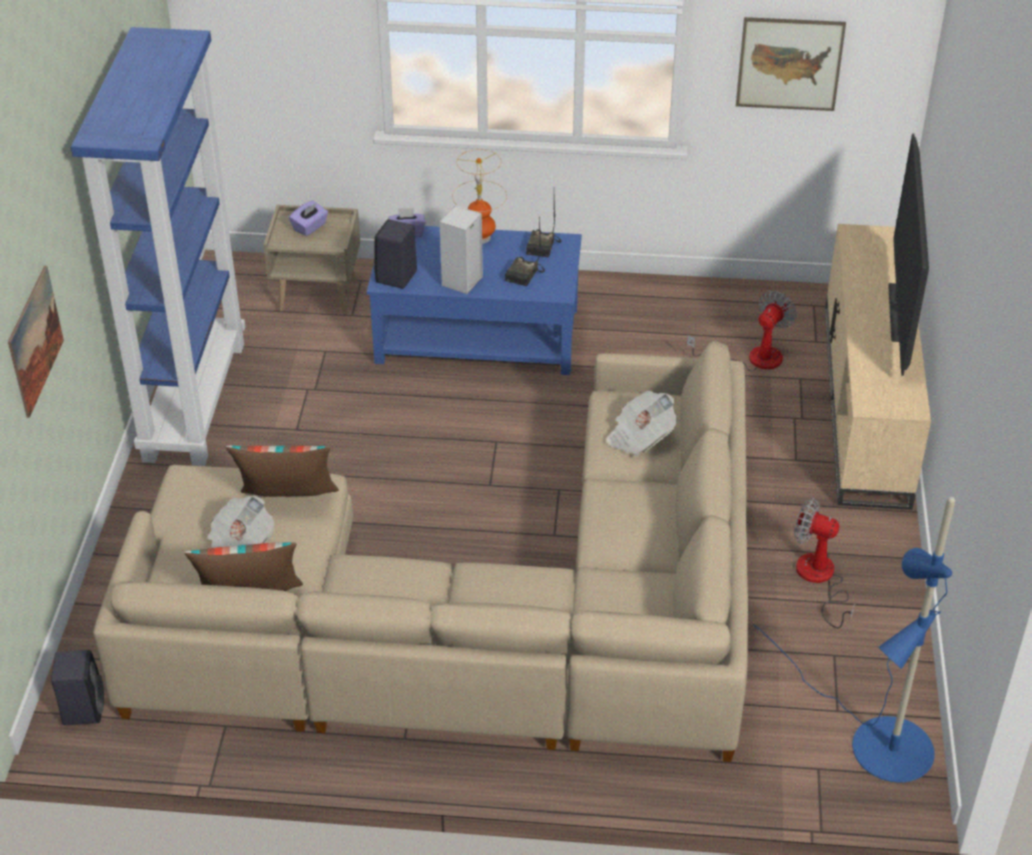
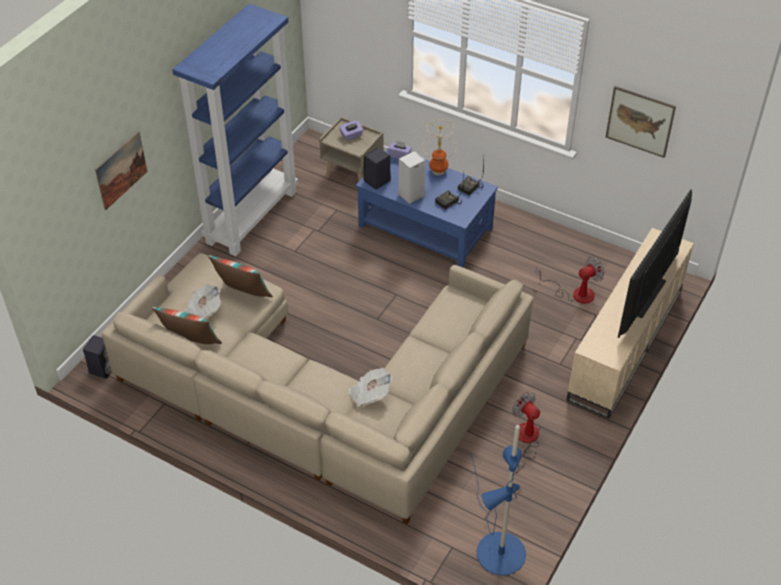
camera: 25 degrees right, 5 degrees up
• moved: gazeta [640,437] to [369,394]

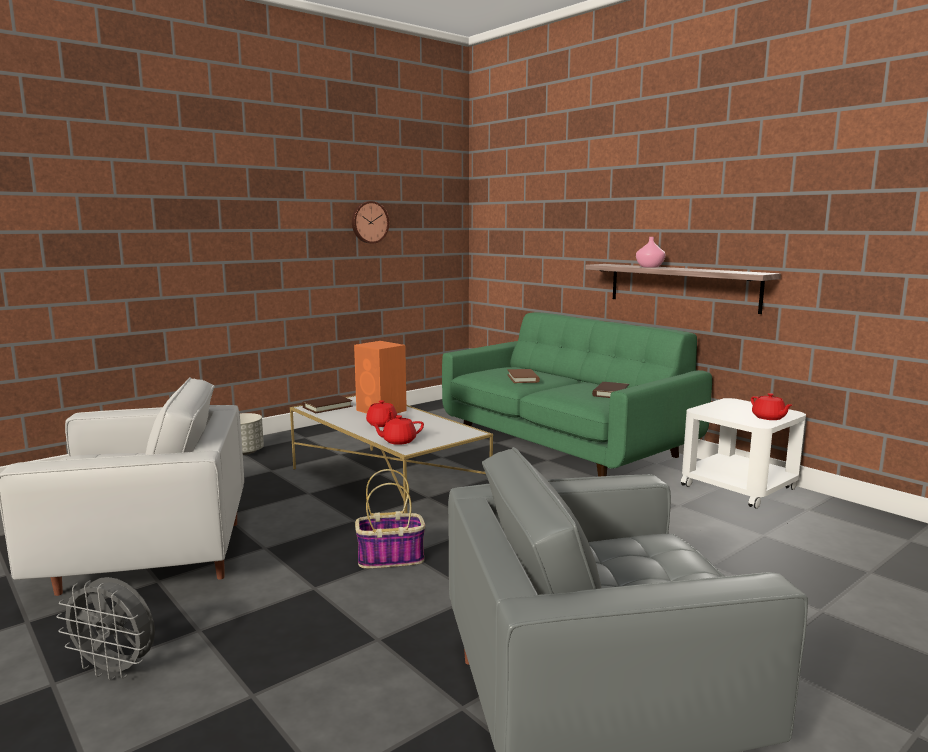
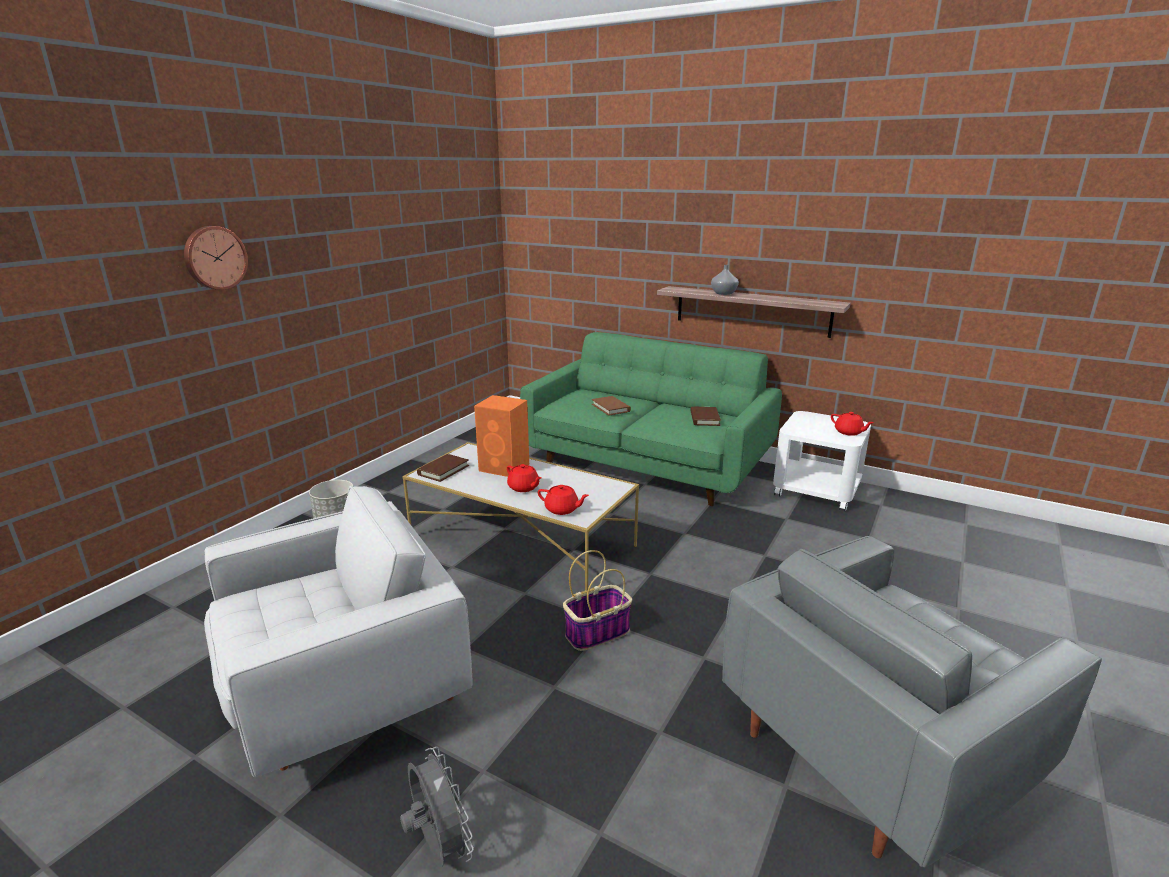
camera: 20 degrees left, 10 degrees up
• moved: zegar ścienny [369,222] to [214,258]
• recoloured: wazon (różowy) [649,267] to wazon (szary) [723,293]
• turned: imbryk (czerwony) [398,441] = [562,509] 120 degrees counterclockwise
• turned: wentylator (szary) [116,670] = [439,847] 120 degrees counterclockwise

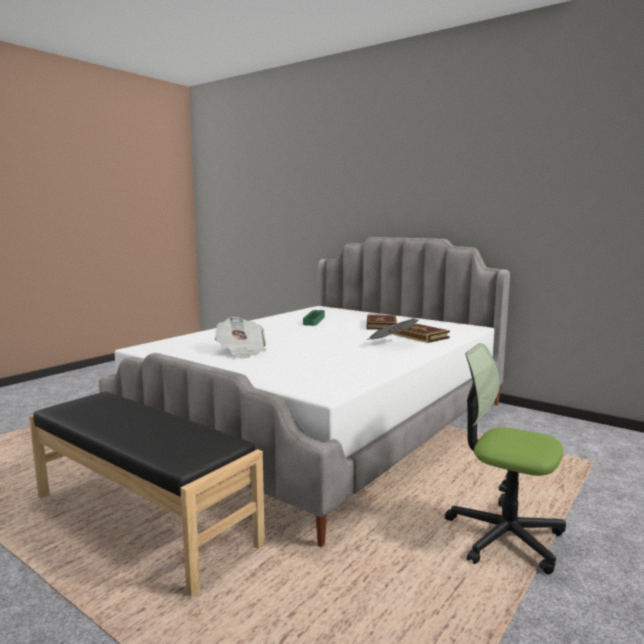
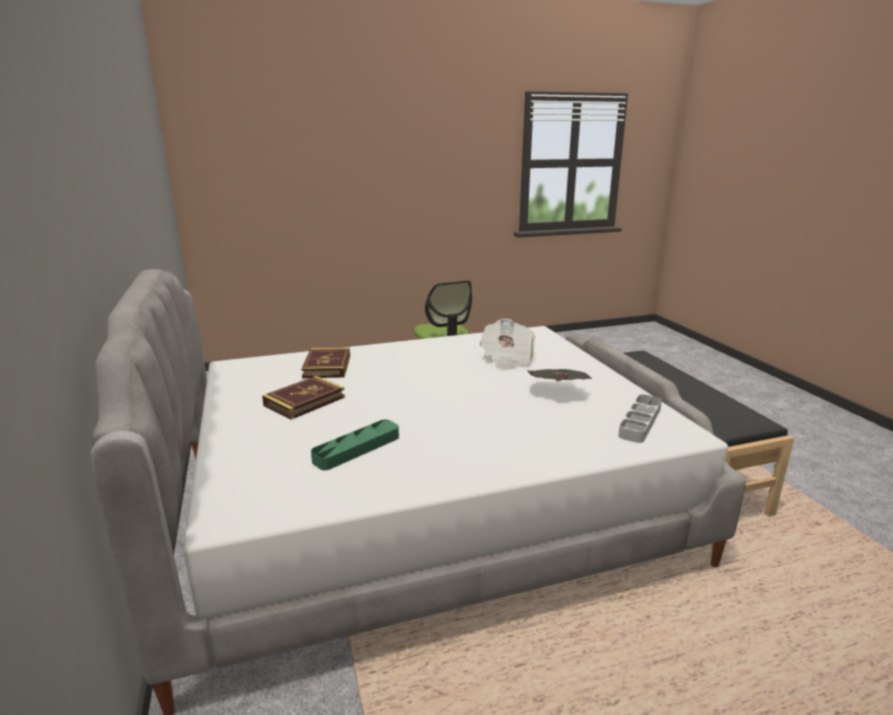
camera: 145 degrees left, 10 degrees up
• moved: gazeta [392,343] to [507,359]
• added: taca (szary) [640,422]

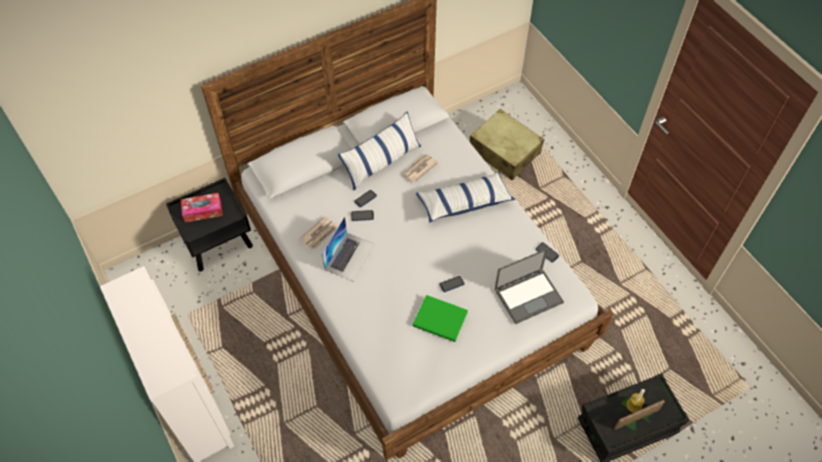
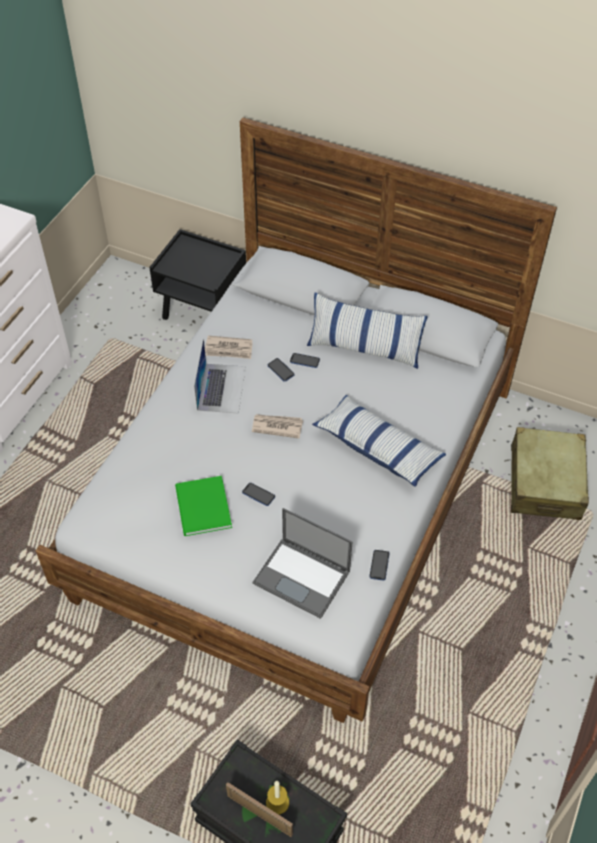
camera: 55 degrees right, 5 degrees down
• moved: gazeta [419,169] to [277,426]
• removed: pudełko chusteczek [203,211]
• turned: laptop [349,256] = [221,388] 75 degrees counterclockwise

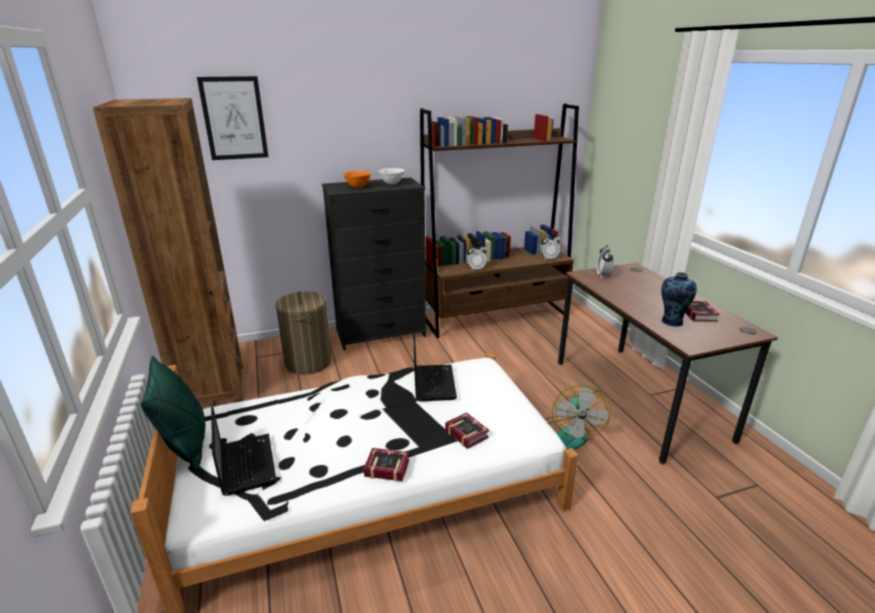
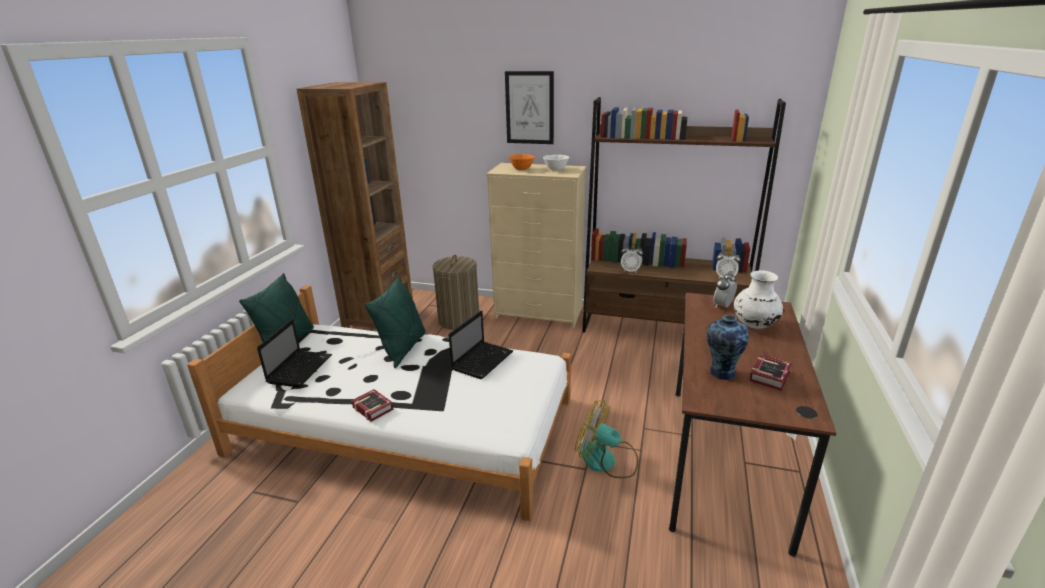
camera: 35 degrees right, 0 degrees up
• moved: obraz [234,118] to [529,108]
• recoloured: komoda (czarny) [381,333] to komoda (beżowy) [539,313]
• turned: wentylator [569,433] = [606,460] 75 degrees clockwise
• removed: książka [466,432]
• added: wazon (biały) [754,325]
• added: poduszka (zielony) [403,349]

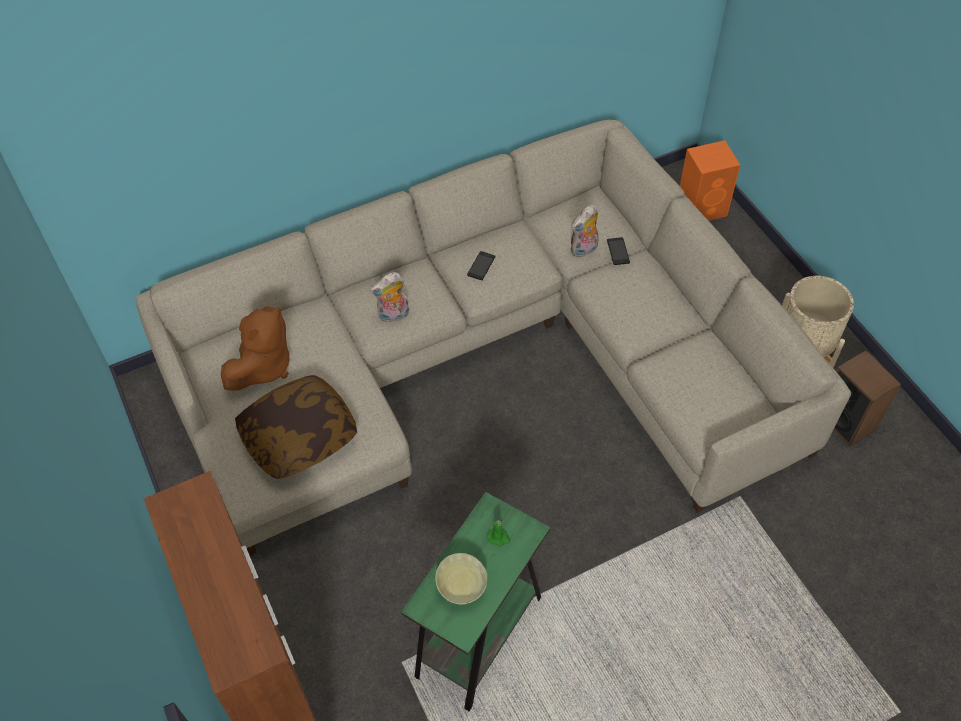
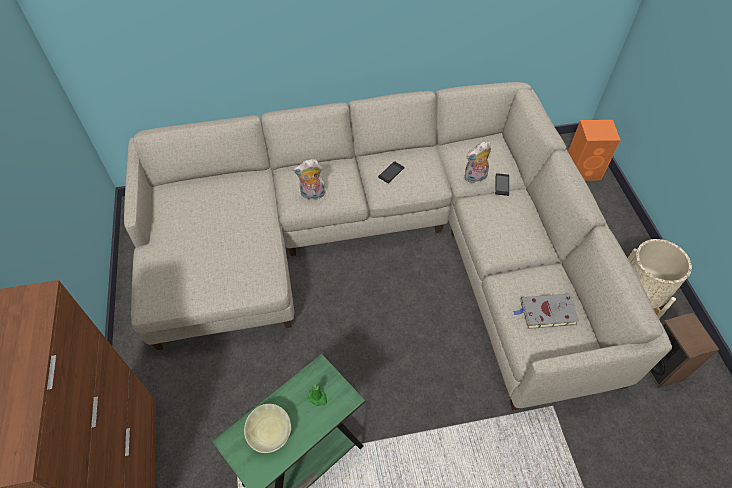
camera: 15 degrees right, 0 degrees up
• removed: pluszak (brązowy) [263,366]
• removed: poduszka [299,436]
• added: książka (szary) [546,313]

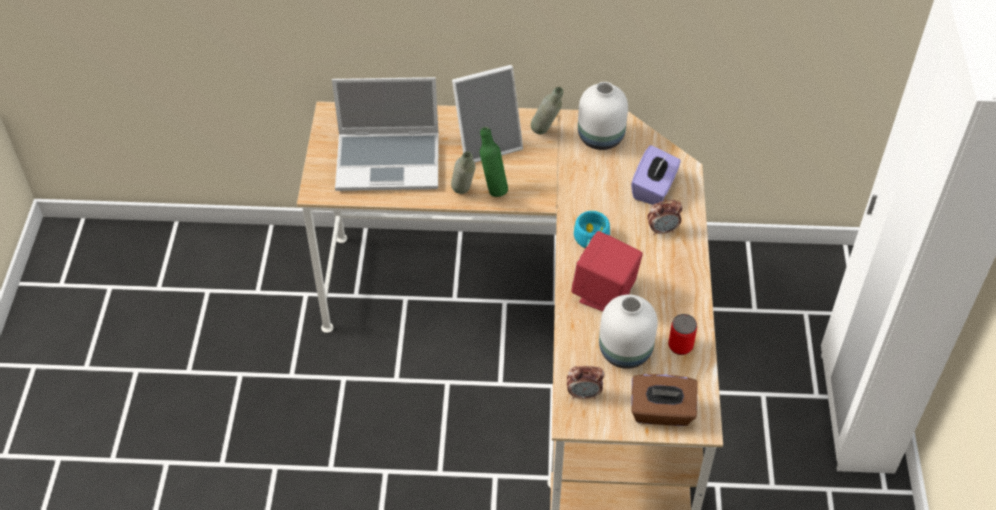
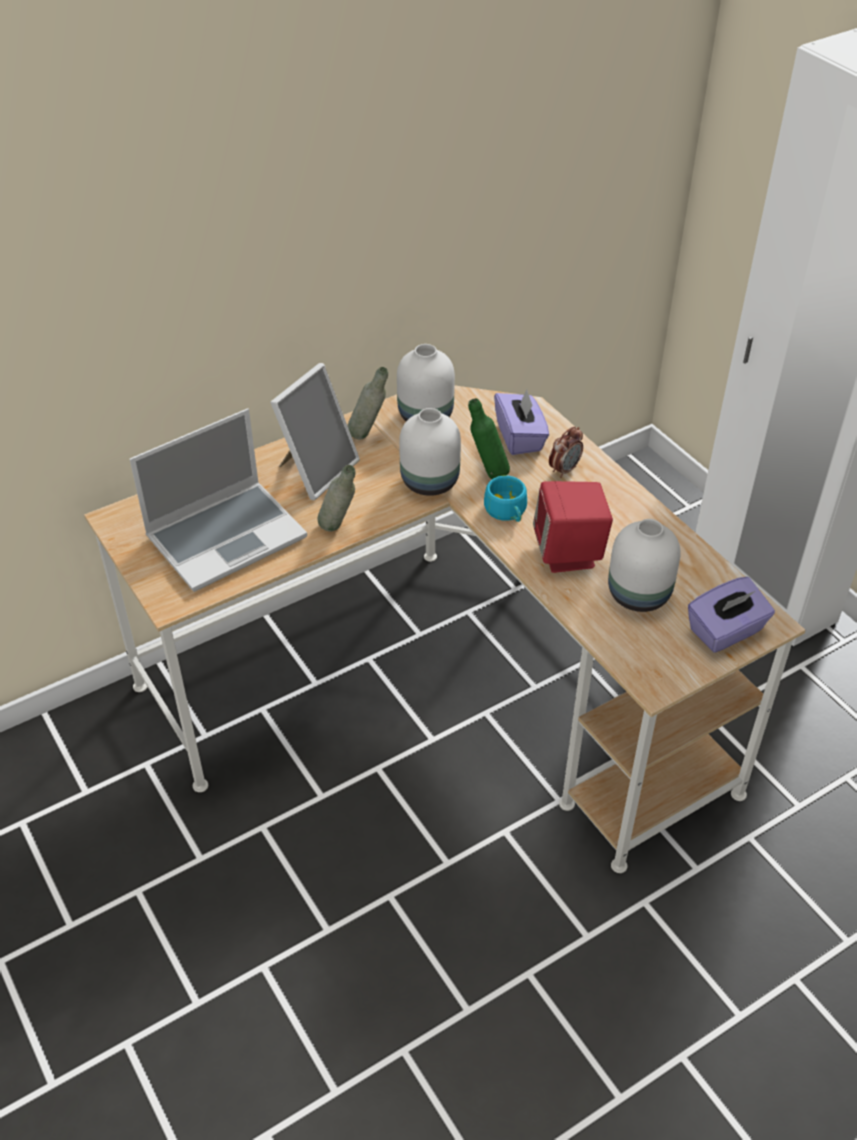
camera: 35 degrees left, 5 degrees down
• moved: butelka (zielony) [493,188] to [487,473]
• removed: puszka [680,346]
• removed: budzik [584,394]
• recoloured: pudełko chusteczek (brązowy) [661,412] to pudełko chusteczek (fioletowy) [726,631]
• added: wazon (biały) [429,480]

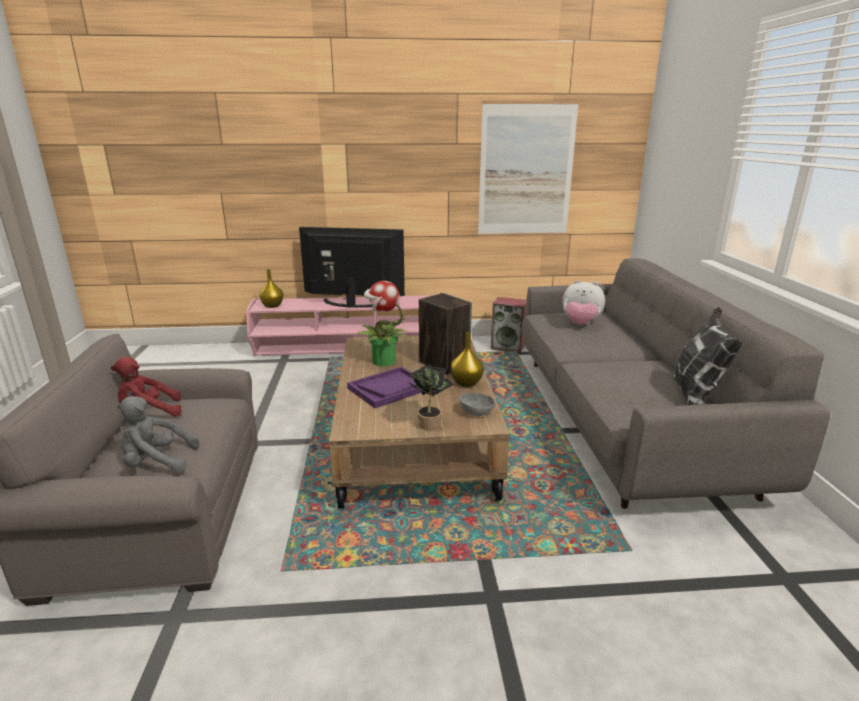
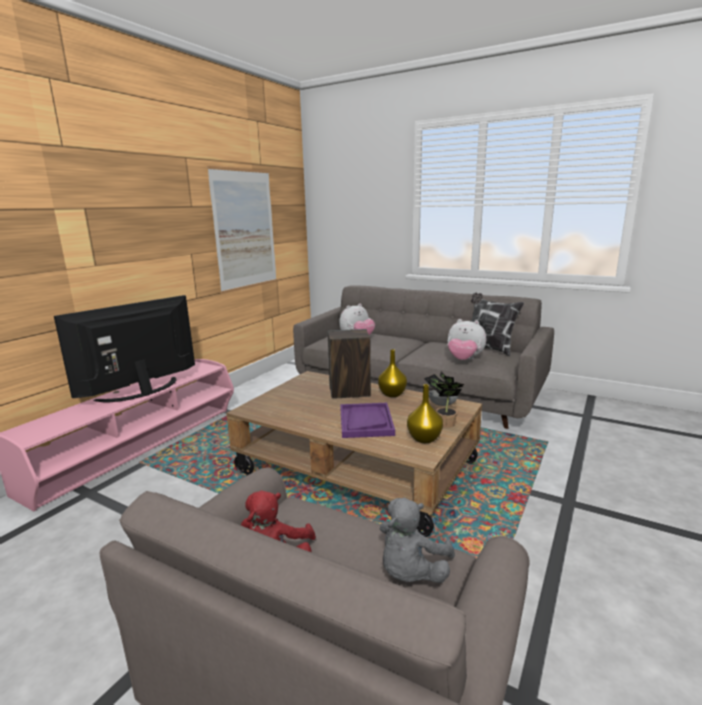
camera: 55 degrees left, 5 degrees down
• moved: wazon (żółty) [272,306] to [424,439]
• removed: roślina doniczkowa [383,361]
• removed: głośnik [508,347]
• added: pluszak [464,360]

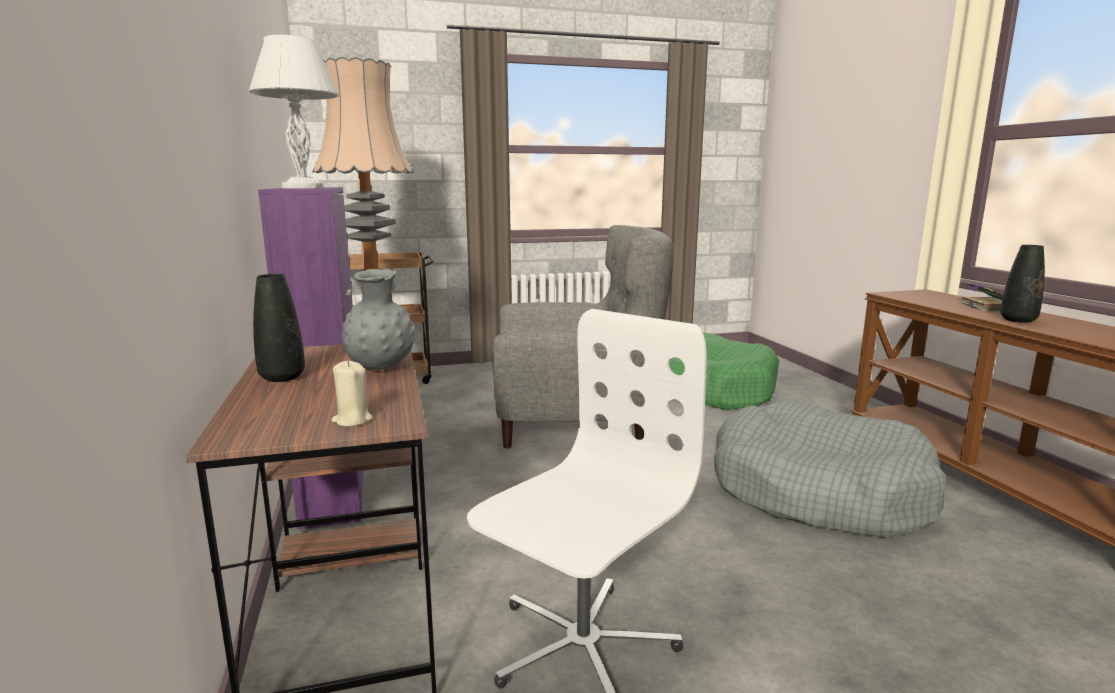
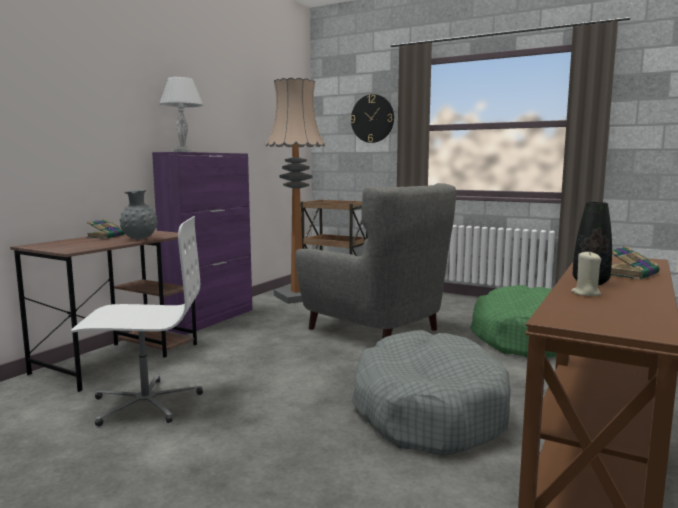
camera: 45 degrees right, 5 degrees down
• replaced: wazon (czarny) [282,377] to książka [106,236]
• moved: świeca (beżowy) [352,420] to [586,293]
• added: zegar ścienny [372,118]

